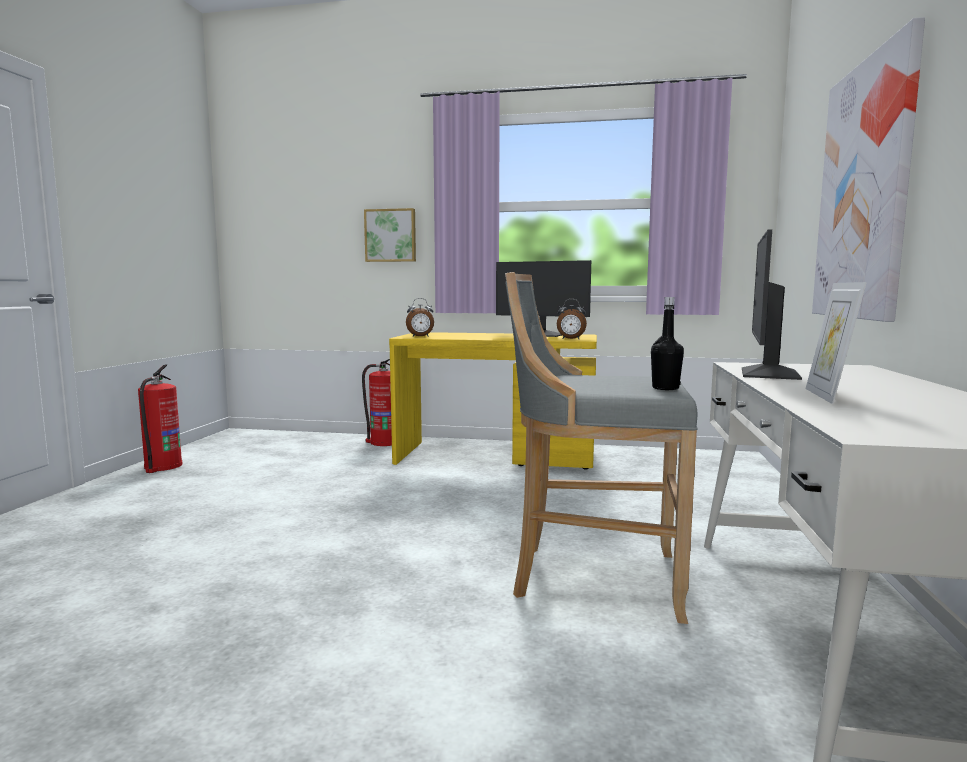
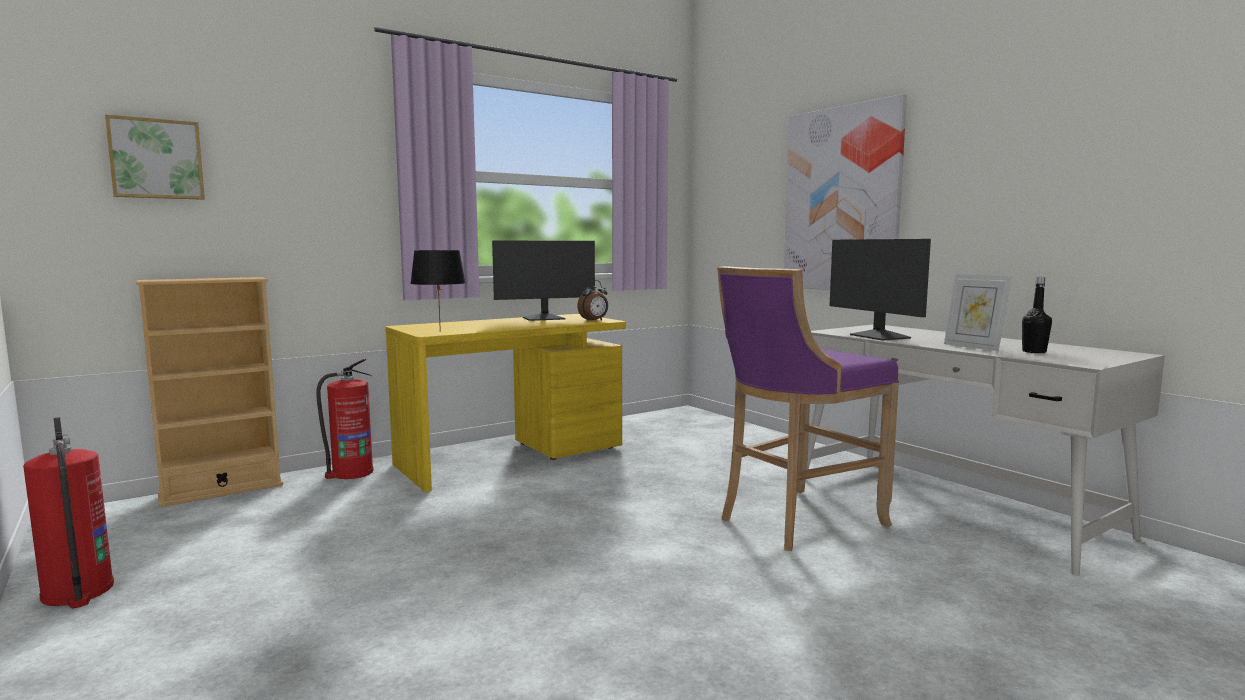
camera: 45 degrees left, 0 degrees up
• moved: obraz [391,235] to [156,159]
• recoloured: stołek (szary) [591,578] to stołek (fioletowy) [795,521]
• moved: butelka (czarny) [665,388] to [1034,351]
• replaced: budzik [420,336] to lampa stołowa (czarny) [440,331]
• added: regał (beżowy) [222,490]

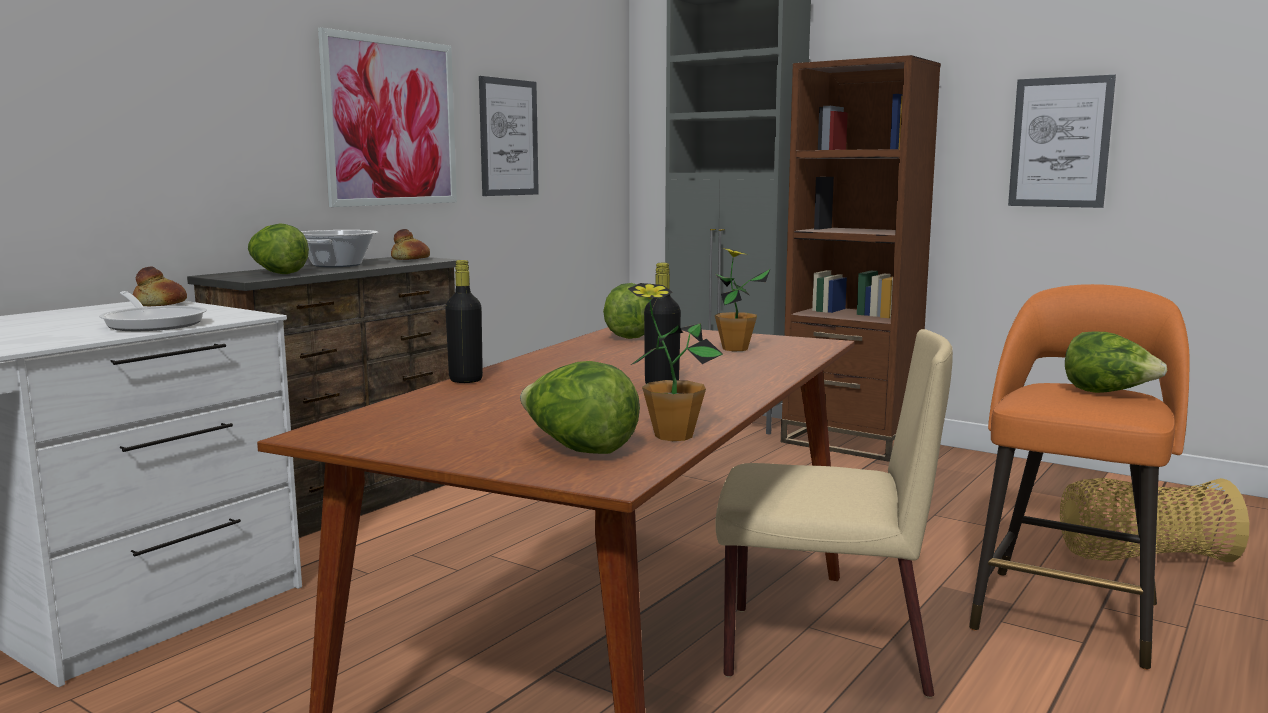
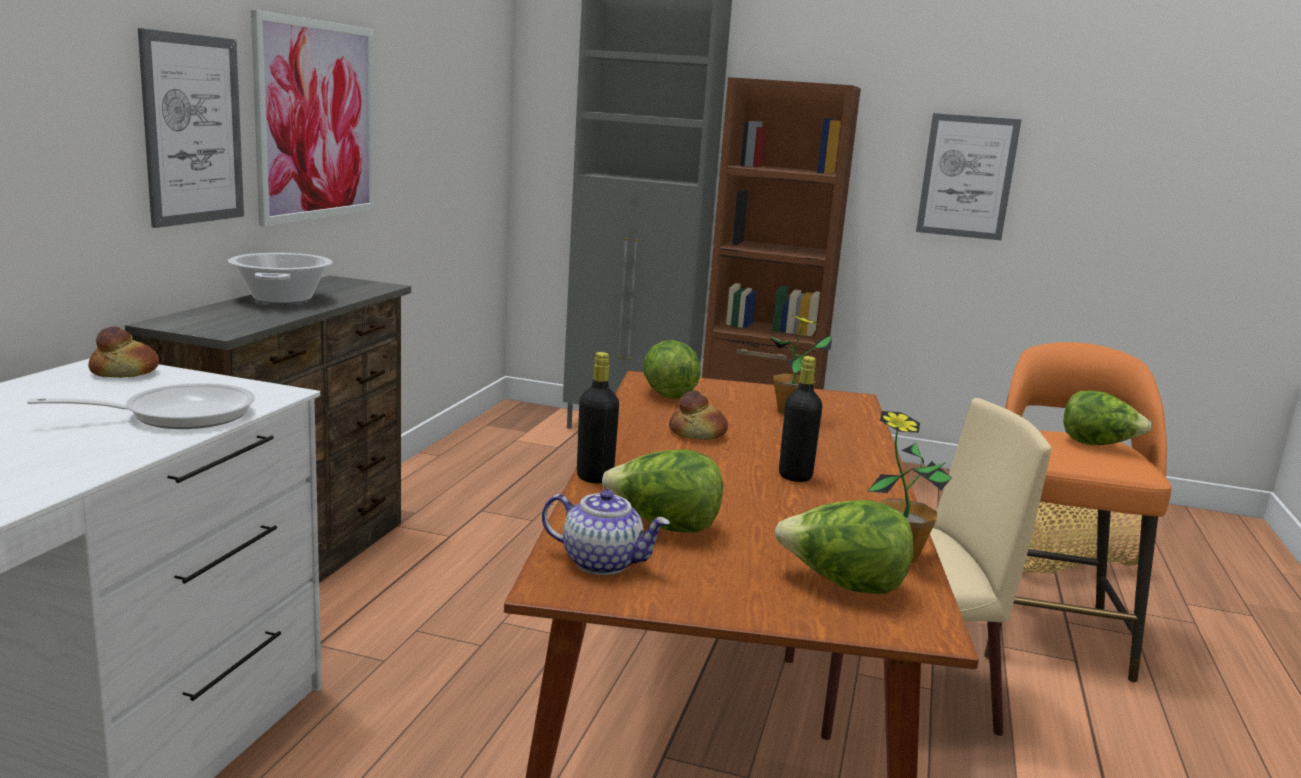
camera: 20 degrees left, 5 degrees up
• moved: obraz [508,137] to [193,130]
• moved: sałata [277,273] to [663,527]
• moved: chleb [410,259] to [698,434]
• turned: patelnia [153,323] = [178,415] 60 degrees counterclockwise
• added: imbryk [603,562]

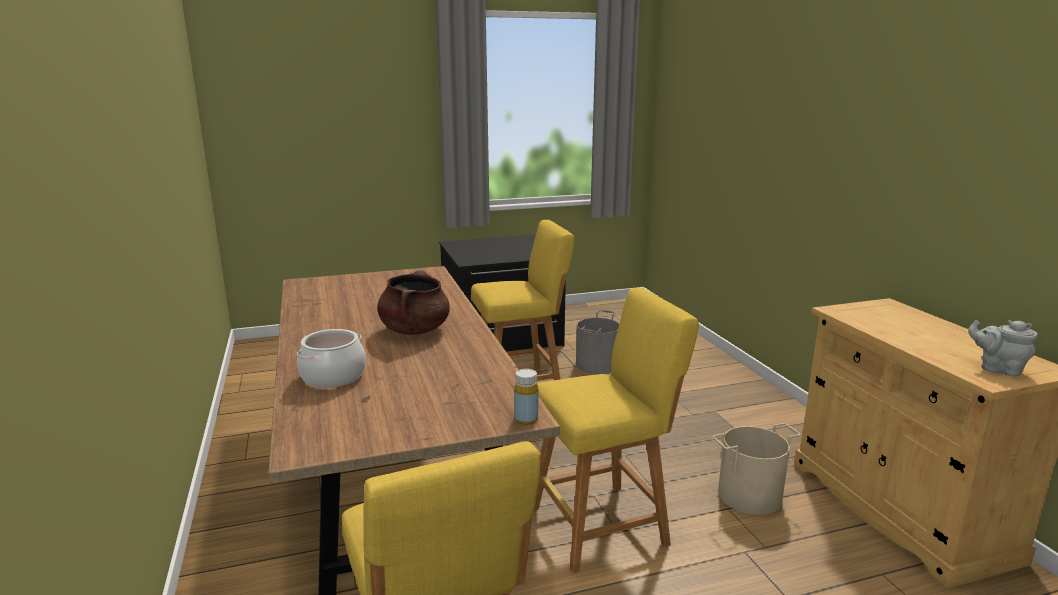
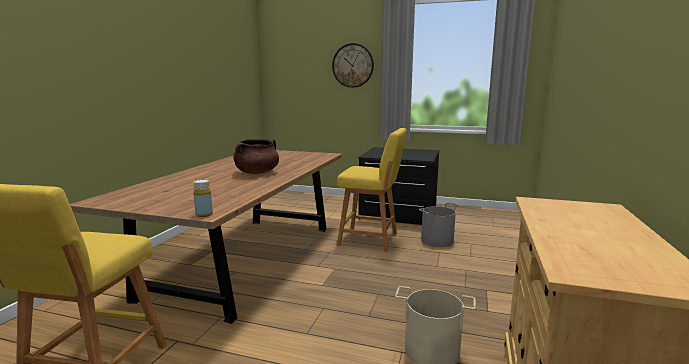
camera: 35 degrees right, 5 degrees down
• removed: stołek (żółty) [604,524]
• removed: imbryk (szary) [998,369]
• removed: garnek [333,376]
• added: zegar ścienny [353,65]

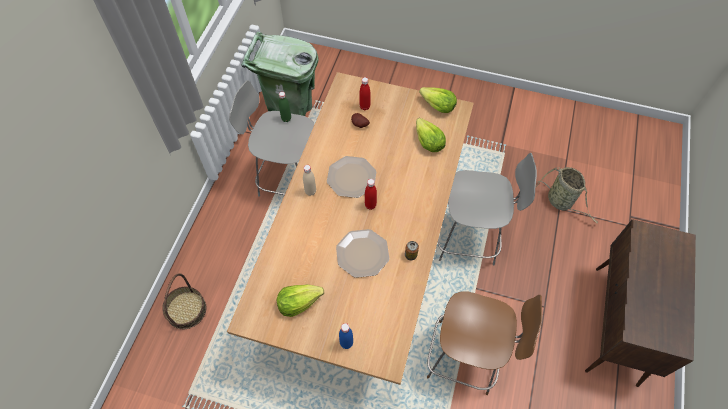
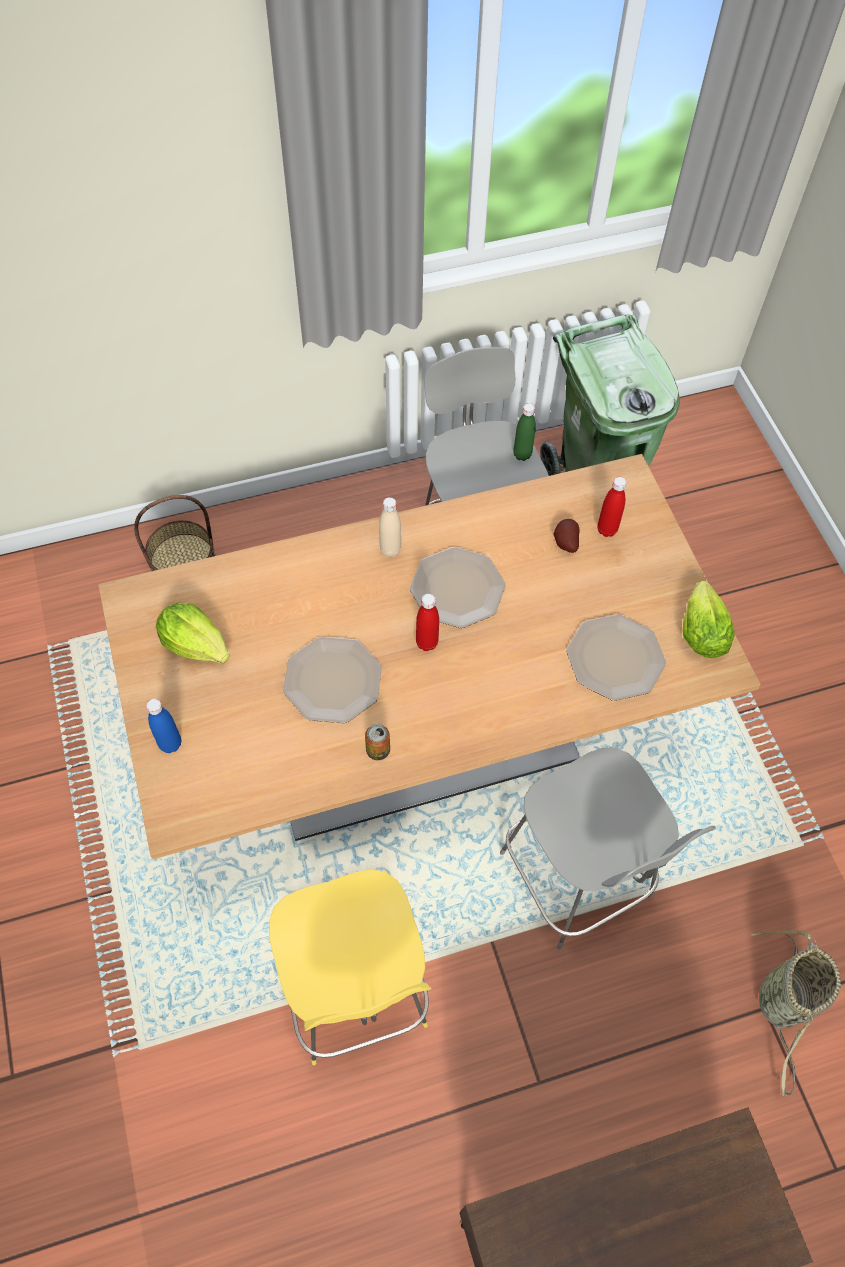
camera: 55 degrees right, 0 degrees up
• replaced: sałata [428,142] to talerz [614,658]
• recoloured: stołek (brązowy) [466,357] to stołek (żółty) [355,993]

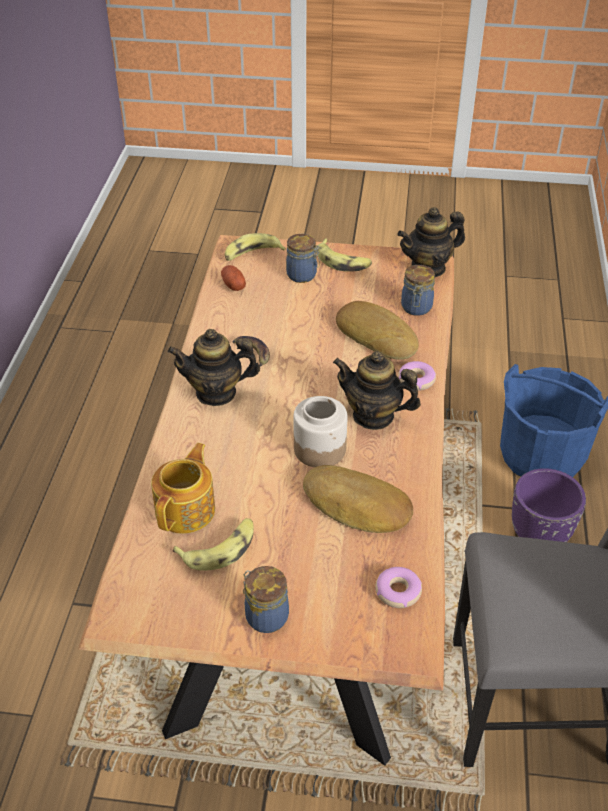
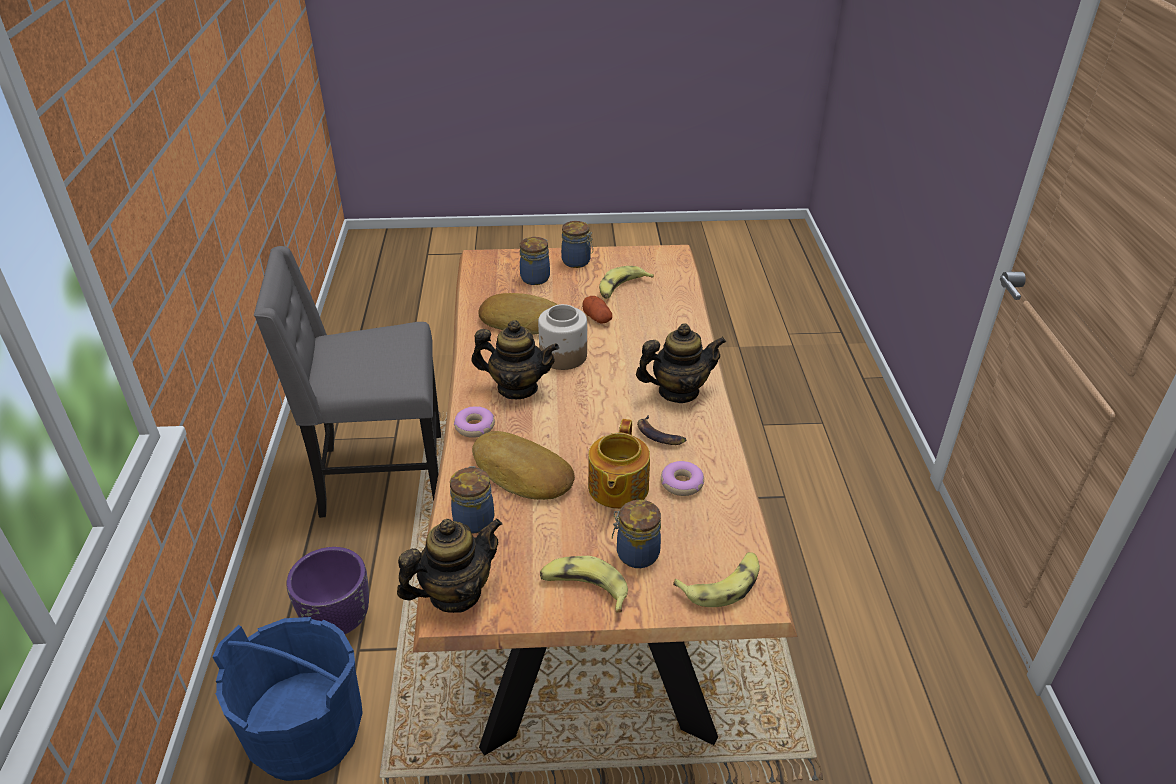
camera: 170 degrees right, 5 degrees down
• moved: ziemniak [233,285] to [597,318]
• moved: imbryk [187,509] to [617,488]
• moved: donut [398,591] to [682,483]
• added: słoik [536,278]

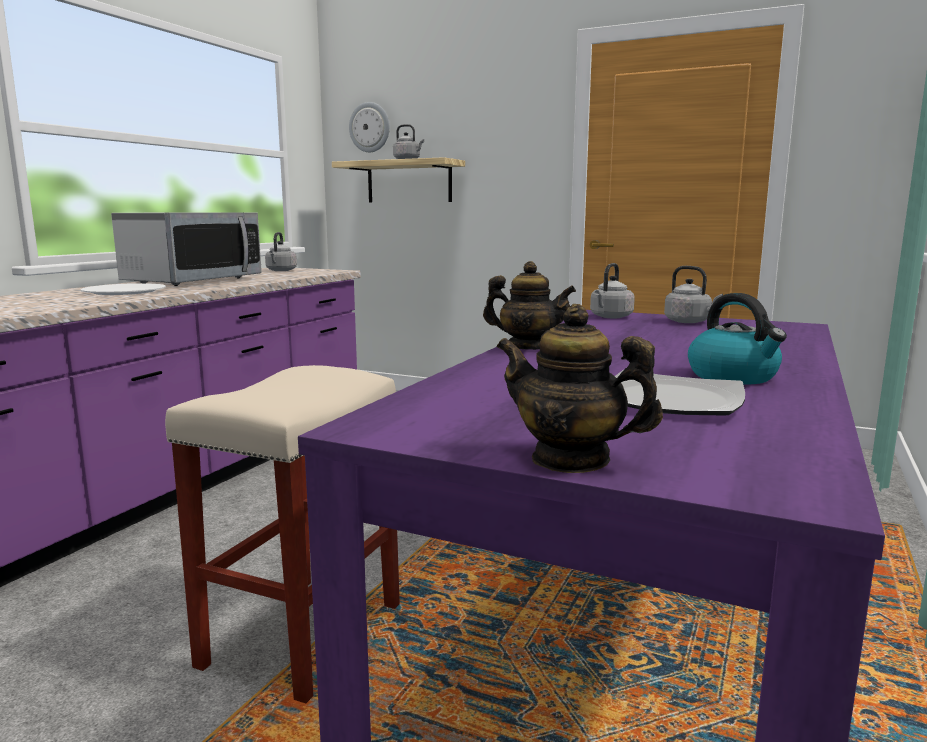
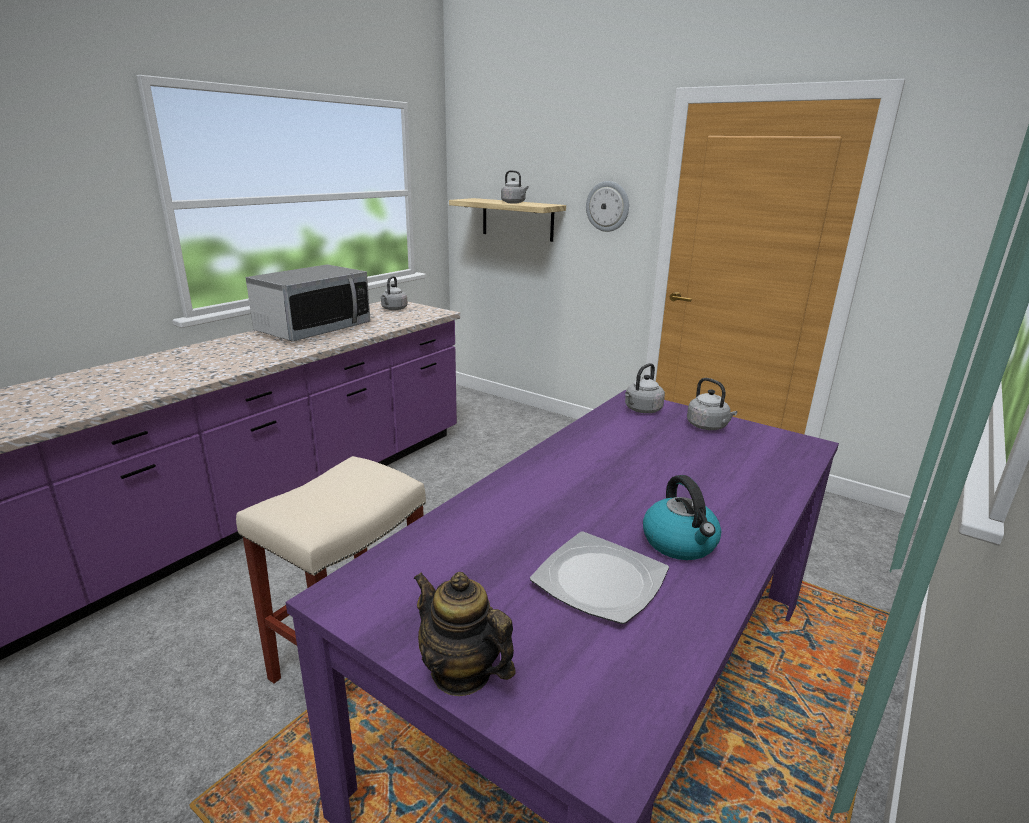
camera: 10 degrees right, 10 degrees up
• moved: zegar ścienny [370,127] to [607,206]
• removed: imbryk [528,347]
• removed: talerz (biały) [124,291]

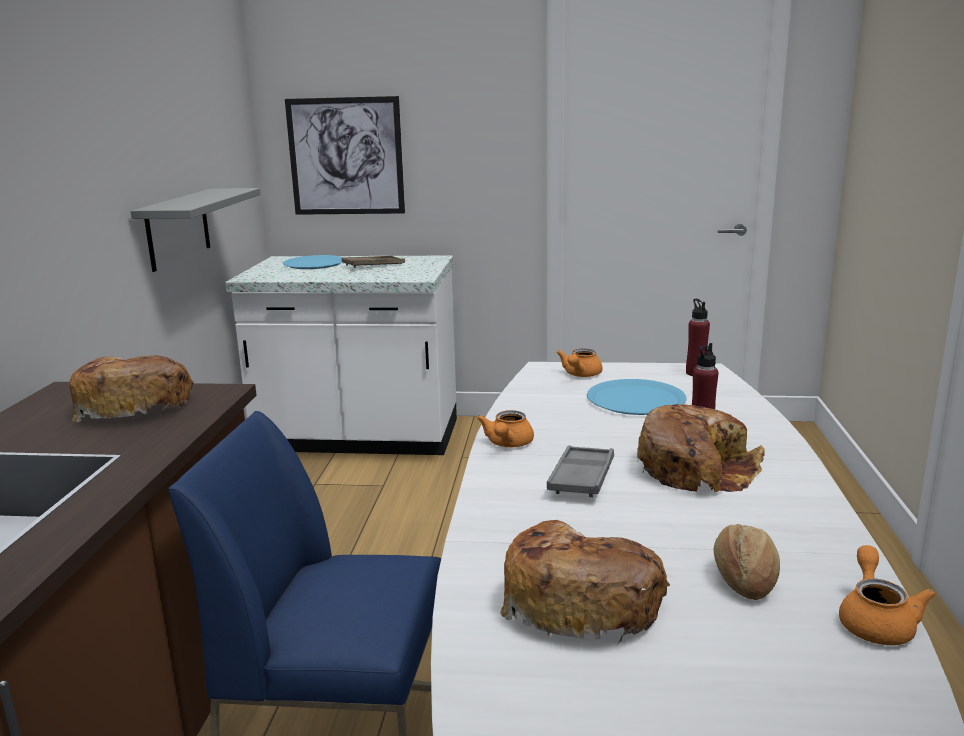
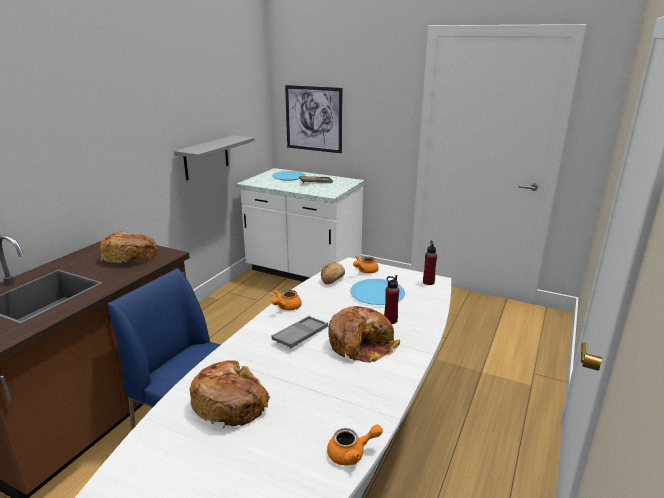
camera: 20 degrees right, 5 degrees up
• moved: chleb [744,578] to [332,279]
• turned: imbryk (pomarańczowy) [875,621] = [352,453] 45 degrees clockwise

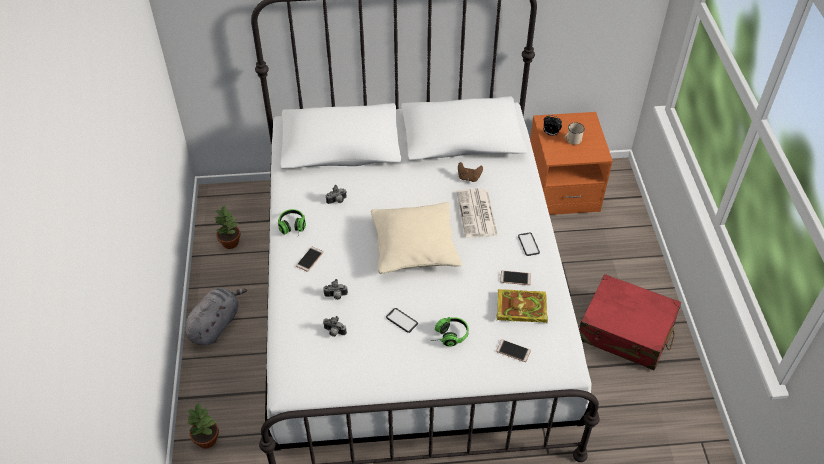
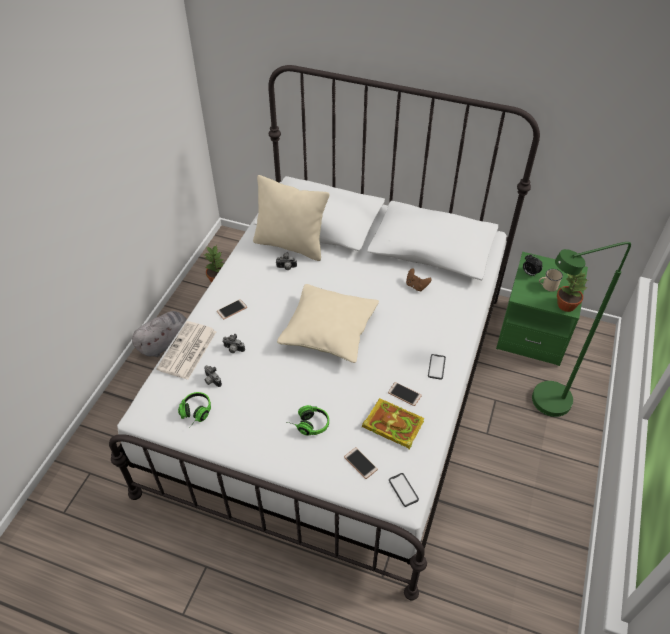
camera: 25 degrees right, 0 degrees up
• recoloured: szafka nocna (pomarańczowy) [562,189] to szafka nocna (zielony) [532,332]
• moved: gazeta [477,214] to [187,351]
• moved: słuchawki [292,229] to [194,414]
• removed: walizka (czerwony) [626,331]
• moved: telefon [402,320] to [403,490]
• moved: roślina doniczkowa [206,439] to [566,304]
• added: poduszka (beżowy) [291,245]
• added: lampa stojąca (zielony) [542,404]

